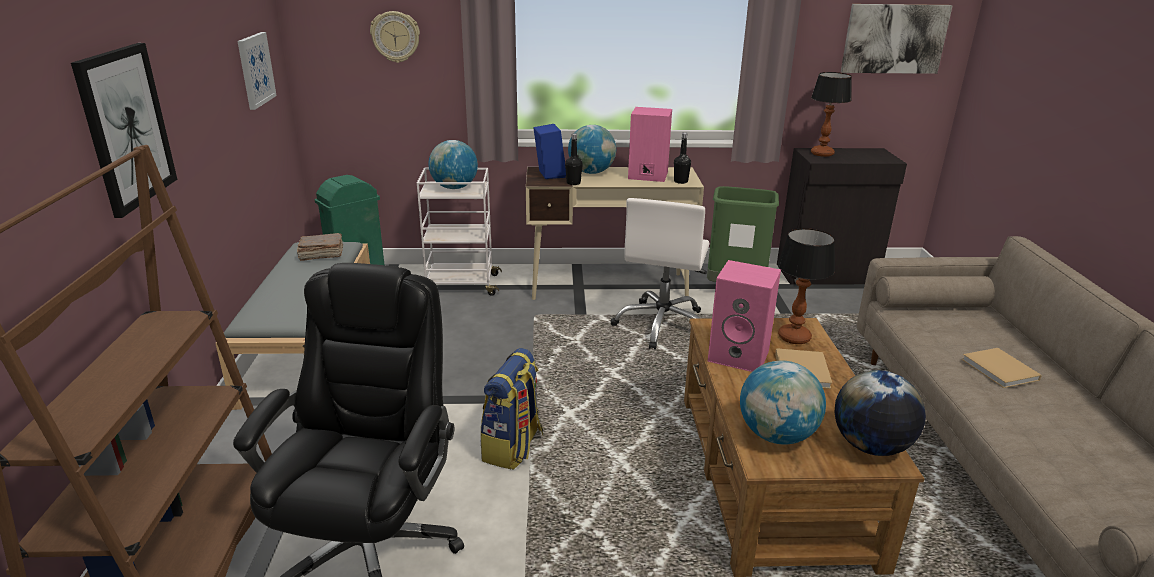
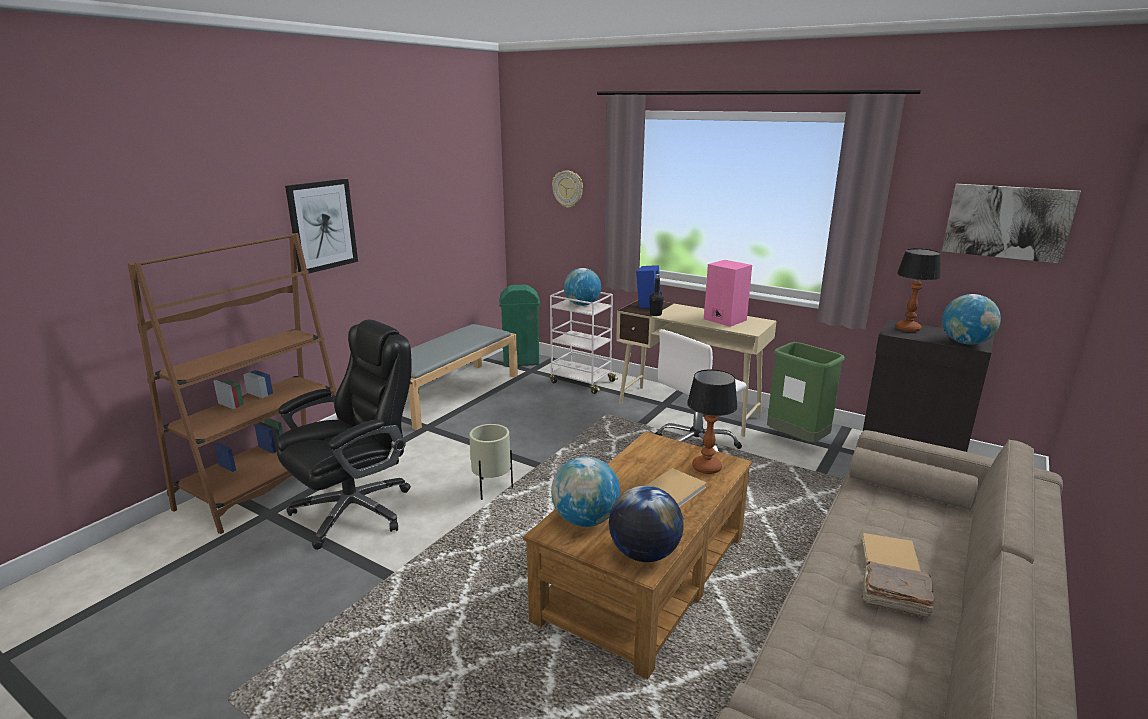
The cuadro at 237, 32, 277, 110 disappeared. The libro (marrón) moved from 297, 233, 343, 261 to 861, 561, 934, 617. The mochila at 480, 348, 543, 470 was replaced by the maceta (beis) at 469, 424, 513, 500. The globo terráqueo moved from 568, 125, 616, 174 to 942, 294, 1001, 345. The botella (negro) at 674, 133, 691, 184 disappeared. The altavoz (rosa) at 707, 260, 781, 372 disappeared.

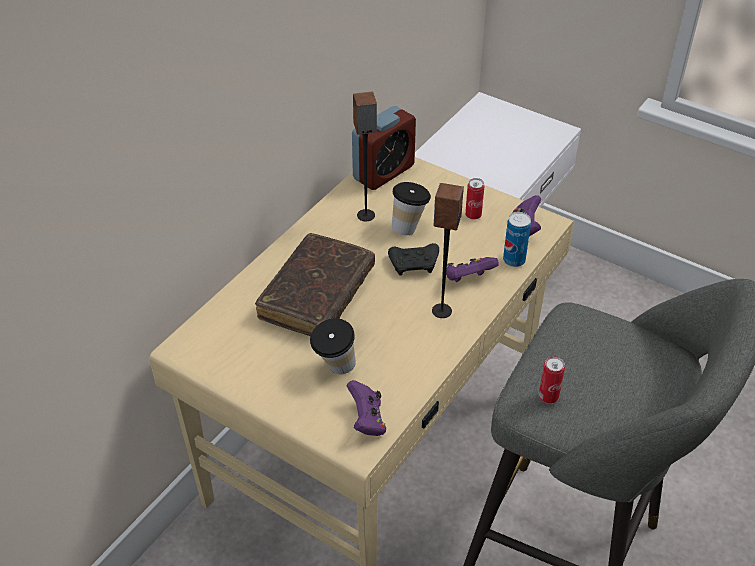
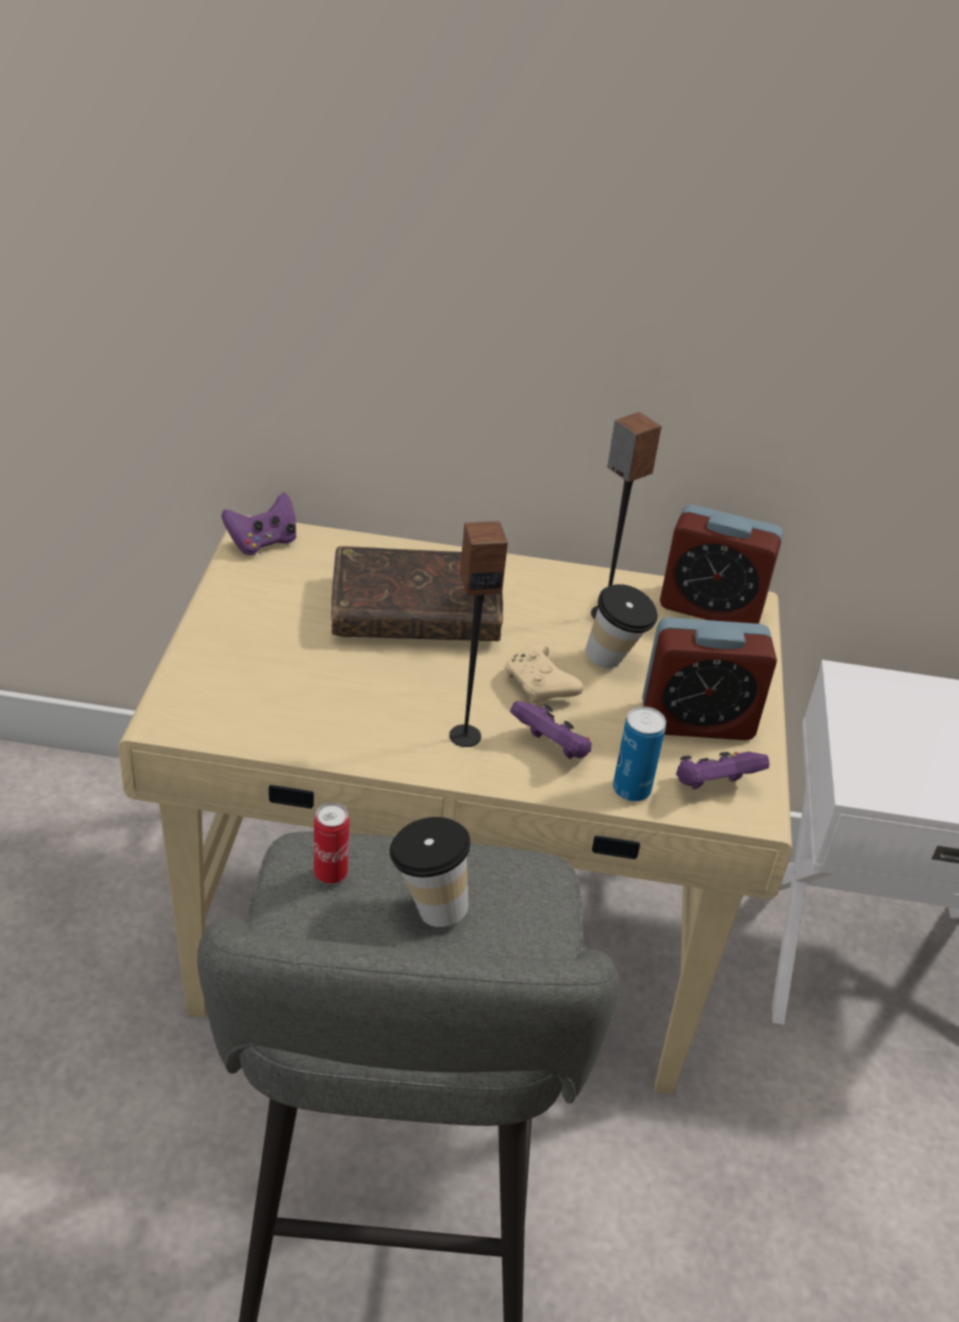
The taza moved from 310, 318, 356, 374 to 390, 817, 470, 927. The mando de consola (morado) moved from 347, 380, 386, 436 to 221, 492, 297, 555. The mando de consola (negro) at 388, 243, 439, 276 became the mando de consola (beis) at 505, 644, 584, 703. The lata at 465, 178, 484, 220 was replaced by the despertador at 642, 617, 777, 740.

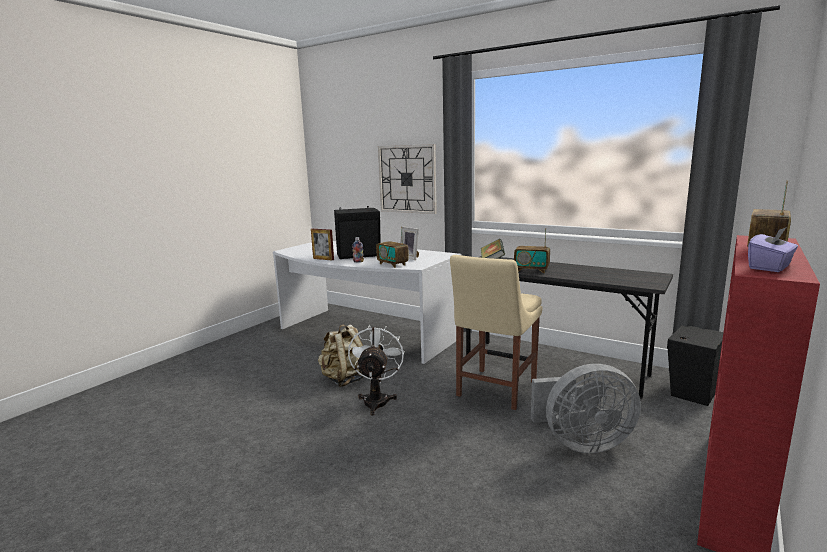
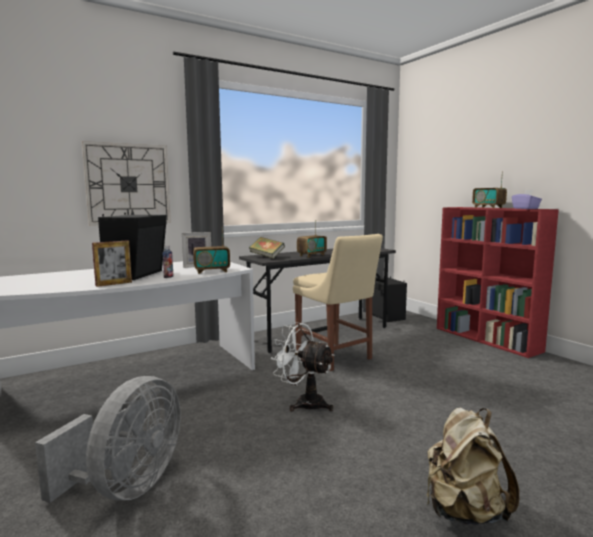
The mochila (beis) moved from 318, 324, 363, 387 to 427, 408, 519, 525. The ventilador (gris) moved from 531, 364, 641, 453 to 35, 376, 181, 503.

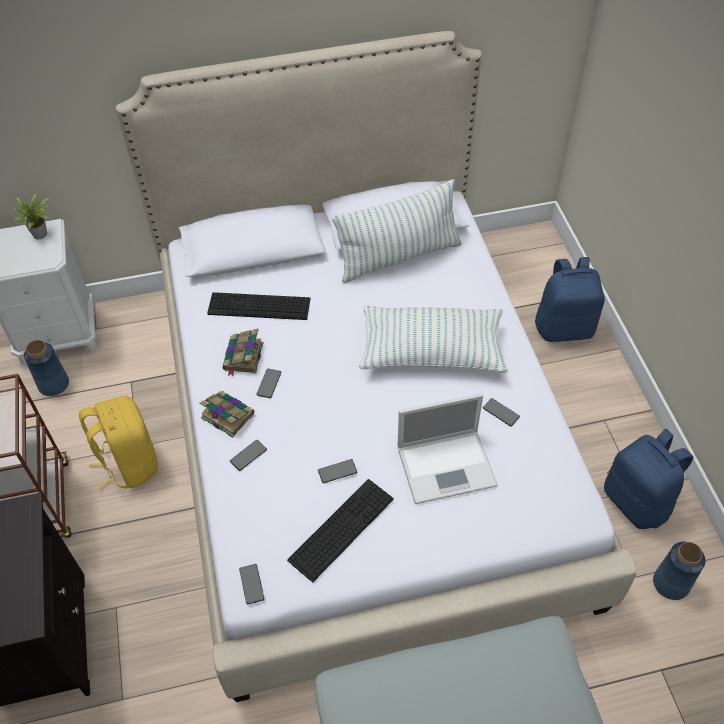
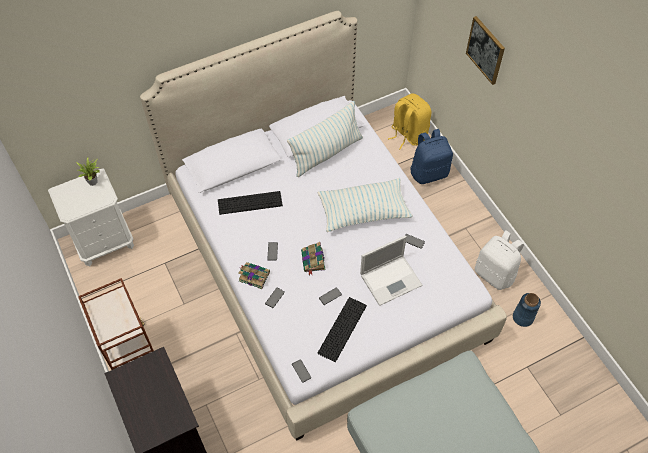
The florero (azul) at 24, 340, 69, 396 disappeared. The mochila (amarillo) moved from 79, 396, 158, 490 to 388, 93, 431, 149. The libro moved from 223, 329, 263, 376 to 301, 242, 325, 275. The mochila (azul) at 604, 429, 693, 529 became the mochila (blanco) at 475, 230, 524, 290. The cuadro at 466, 16, 505, 85 appeared.

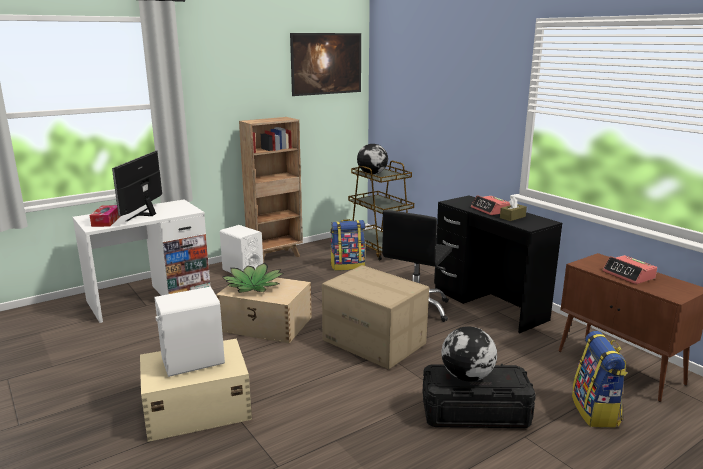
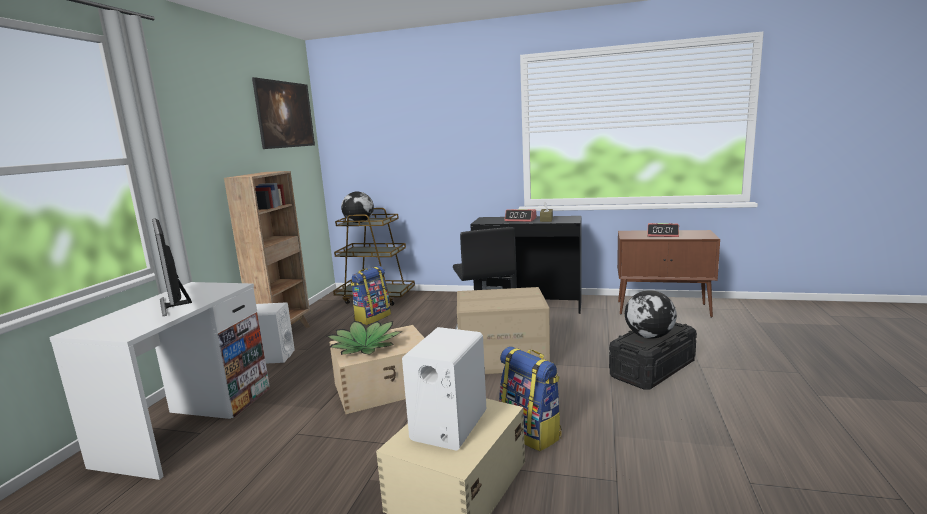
The caja de pañuelos at 90, 205, 121, 227 disappeared. The mochila moved from 572, 331, 627, 428 to 499, 346, 562, 451.

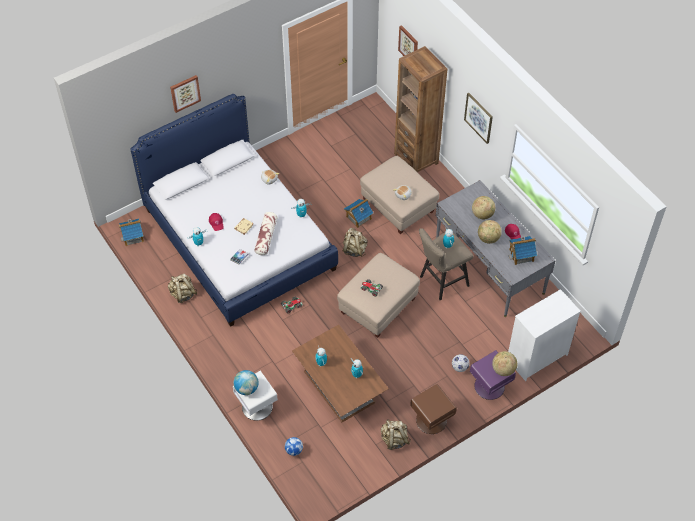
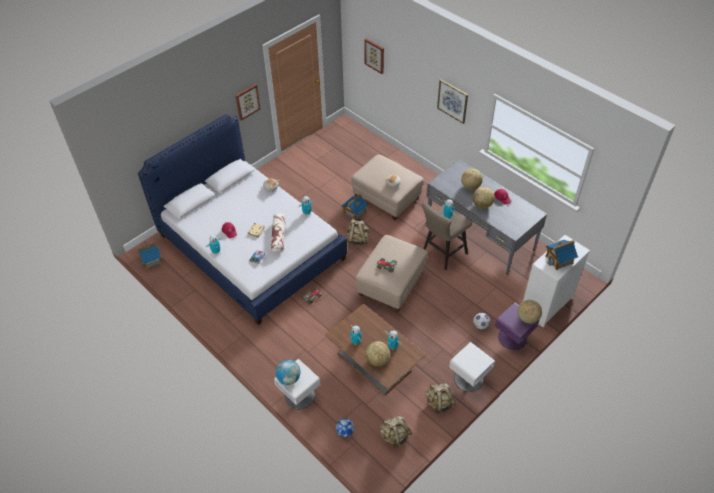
The mochila (beis) moved from 168, 274, 197, 303 to 379, 416, 412, 448. The cuadro moved from 170, 75, 201, 113 to 235, 84, 261, 121. The estantería (marrón) at 394, 46, 447, 172 disappeared. The mesita de noche (marrón) at 410, 384, 457, 434 became the mesita de noche (blanco) at 449, 342, 495, 392. The casita moved from 508, 236, 537, 265 to 545, 240, 578, 270. The globo terráqueo at 365, 341, 390, 366 appeared.

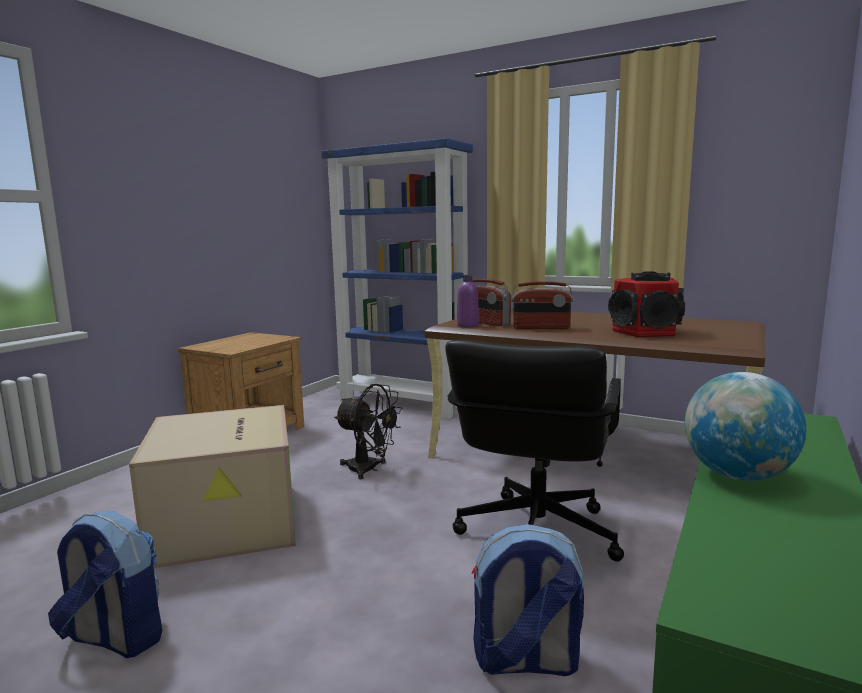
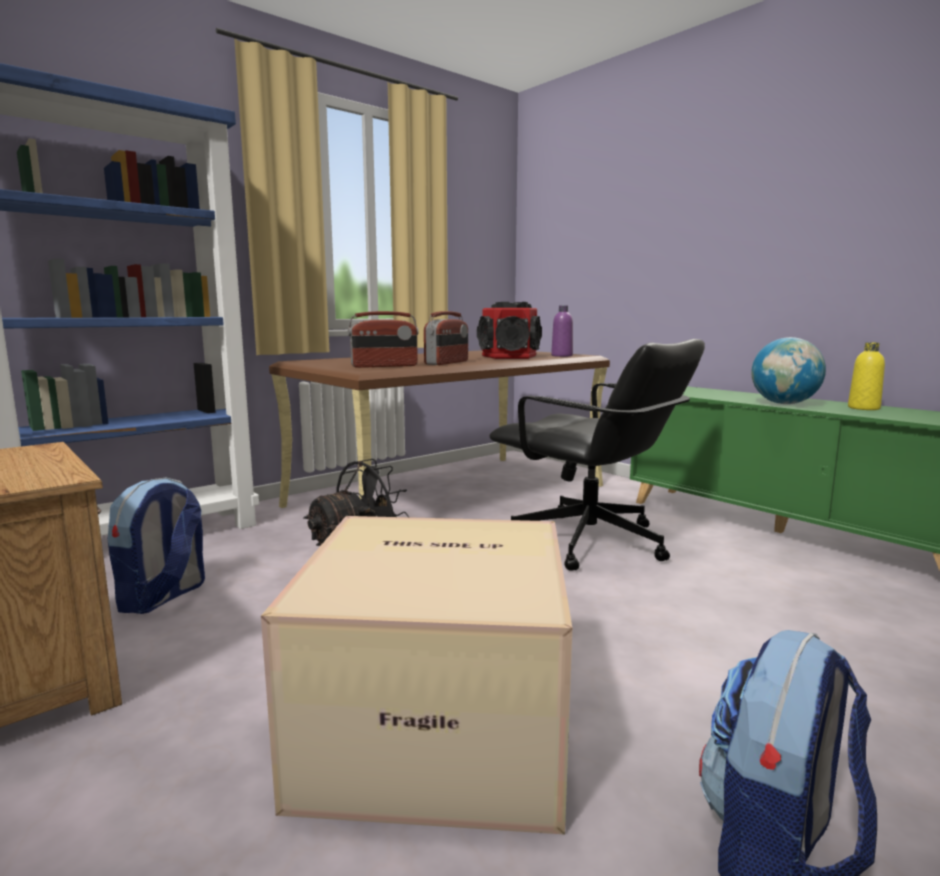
The botella (morado) moved from 457, 275, 479, 328 to 551, 305, 573, 357. The mochila moved from 471, 524, 584, 676 to 107, 478, 205, 614. The botella (amarillo) at 848, 342, 885, 410 appeared.

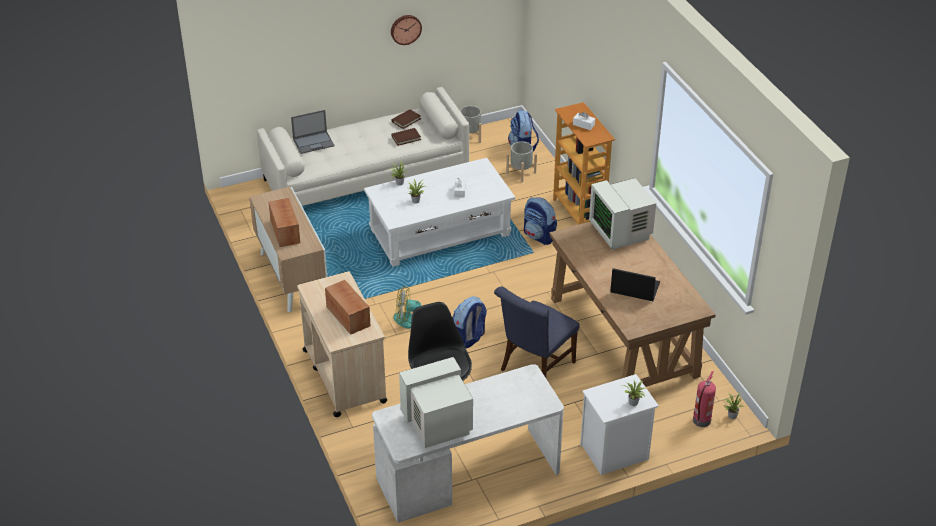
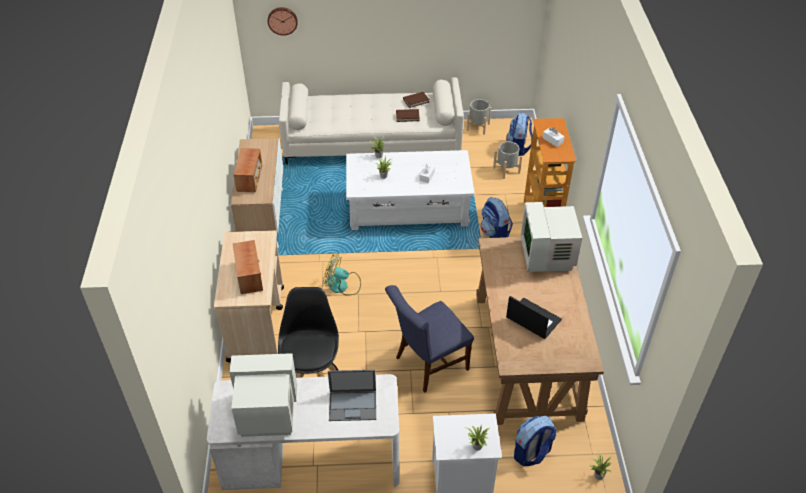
The portátil moved from 291, 110, 335, 154 to 328, 370, 376, 421. The reloj de pared moved from 391, 15, 422, 45 to 268, 7, 298, 36. The mochila moved from 452, 296, 487, 349 to 514, 416, 556, 466. The extintor at 693, 371, 716, 427 disappeared.

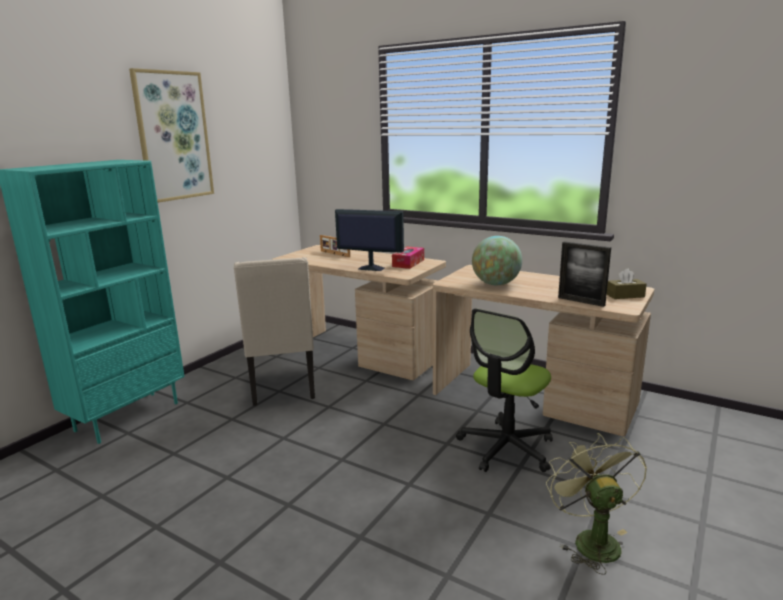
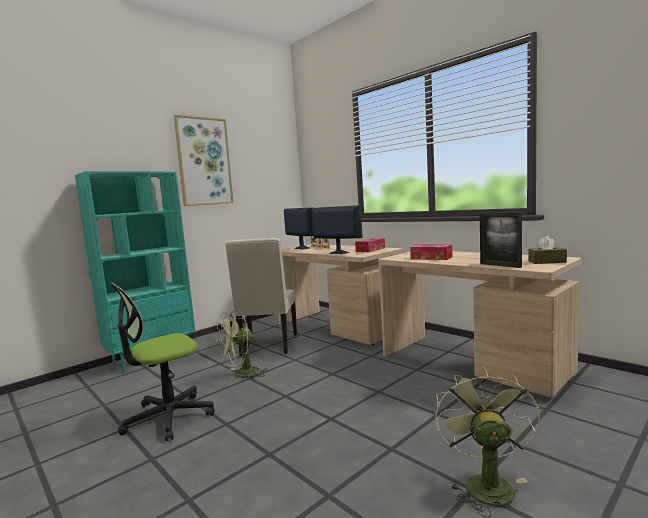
The silla de oficina moved from 456, 309, 553, 472 to 111, 282, 215, 441. The globo terráqueo at 472, 236, 522, 285 was replaced by the caja de pañuelos at 410, 245, 452, 260. The ventilador (verde) at 216, 309, 269, 381 appeared. The monitor at 284, 207, 314, 249 appeared.

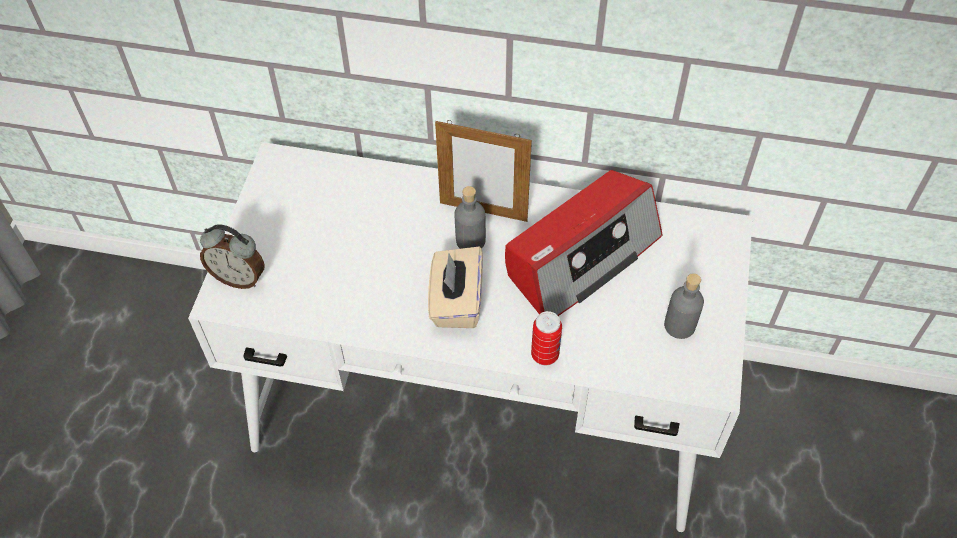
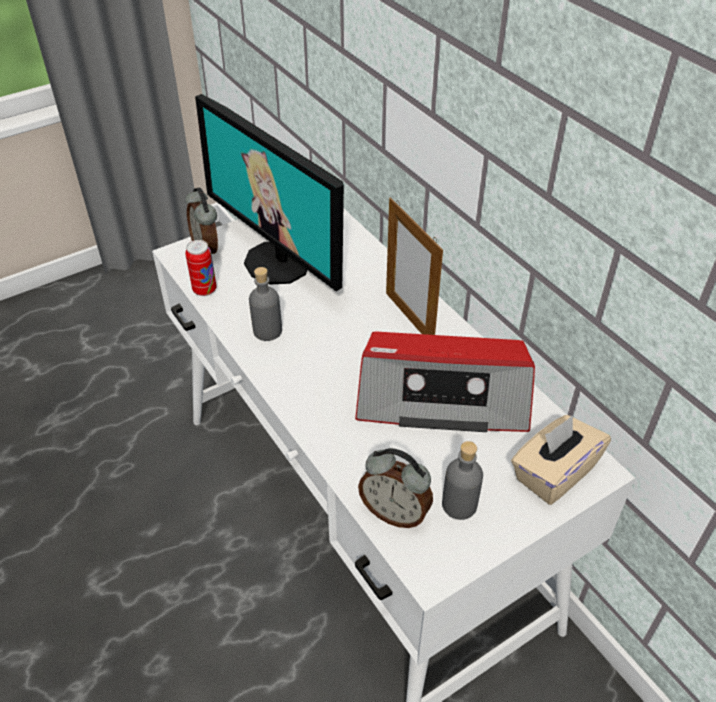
The caja de pañuelos (beis) moved from 428, 247, 483, 328 to 511, 415, 611, 505. The botella (gris) moved from 455, 186, 486, 249 to 249, 267, 282, 341. The lata moved from 531, 311, 562, 365 to 185, 240, 217, 296. The monitor at 195, 94, 344, 291 appeared. The despertador at 358, 448, 433, 528 appeared.

